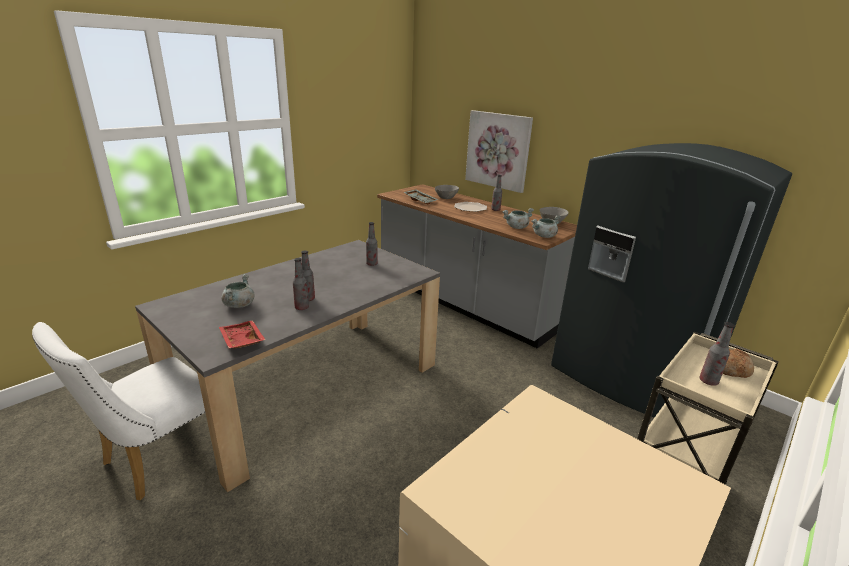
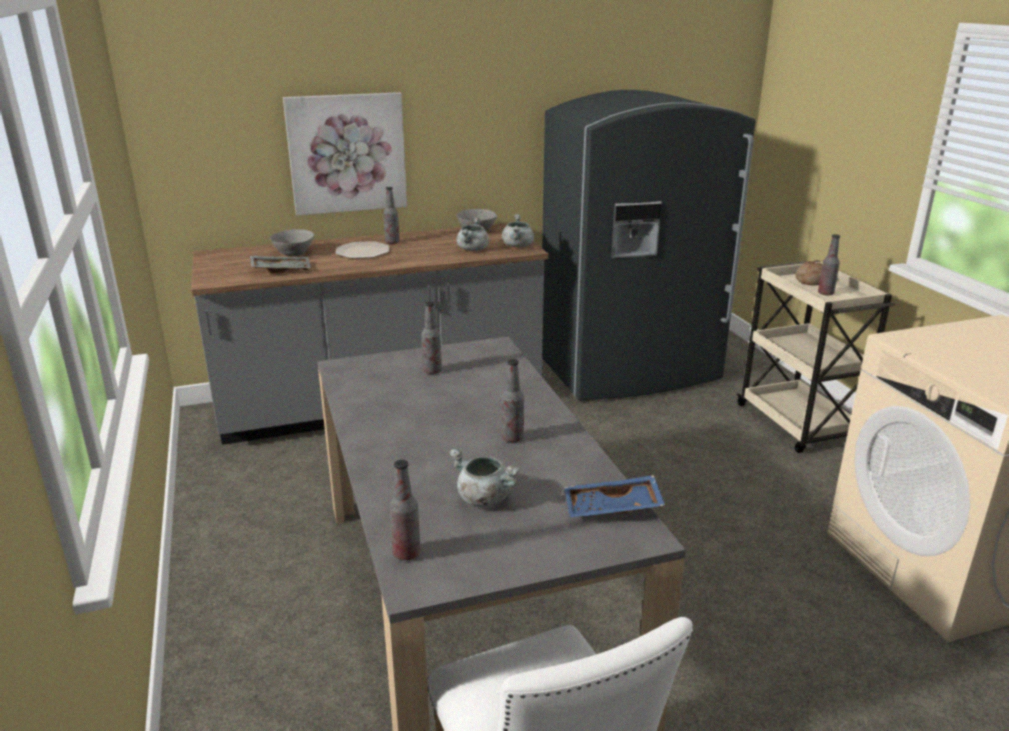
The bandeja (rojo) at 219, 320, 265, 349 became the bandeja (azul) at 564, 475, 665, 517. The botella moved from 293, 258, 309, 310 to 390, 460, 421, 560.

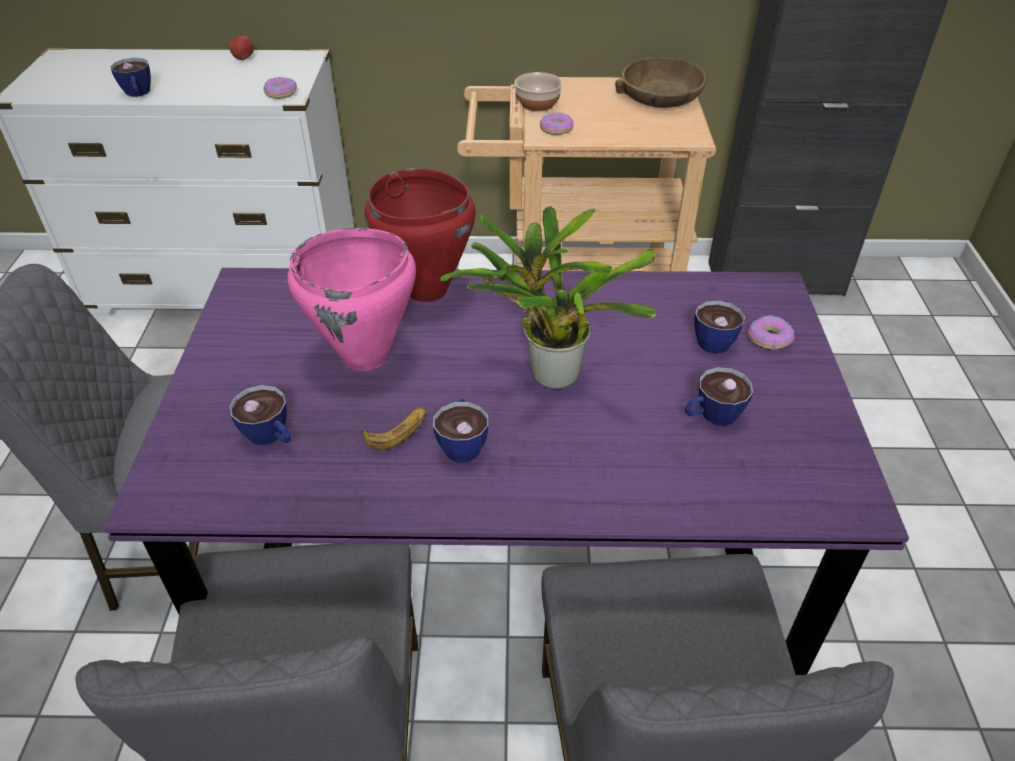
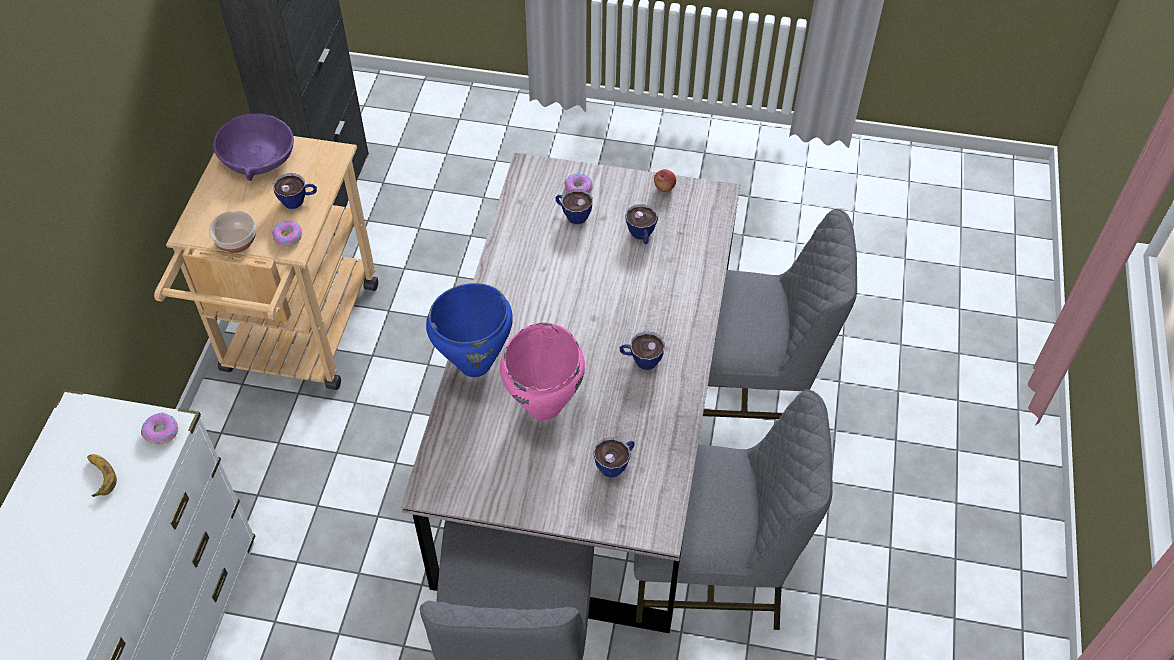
The mesa de comedor (morado) at 104, 268, 909, 675 became the mesa de comedor (gris) at 401, 153, 740, 633. The taza moved from 110, 58, 151, 97 to 273, 173, 317, 209. The manzana moved from 229, 36, 254, 60 to 654, 169, 676, 192. The plátano moved from 362, 407, 426, 450 to 87, 454, 117, 497. The olla (rojo) at 365, 168, 476, 302 became the olla (azul) at 426, 283, 513, 377. The planta en maceta at 439, 205, 657, 389 disappeared. The cuenco (marrón) at 615, 57, 707, 108 became the cuenco (morado) at 213, 113, 294, 181.

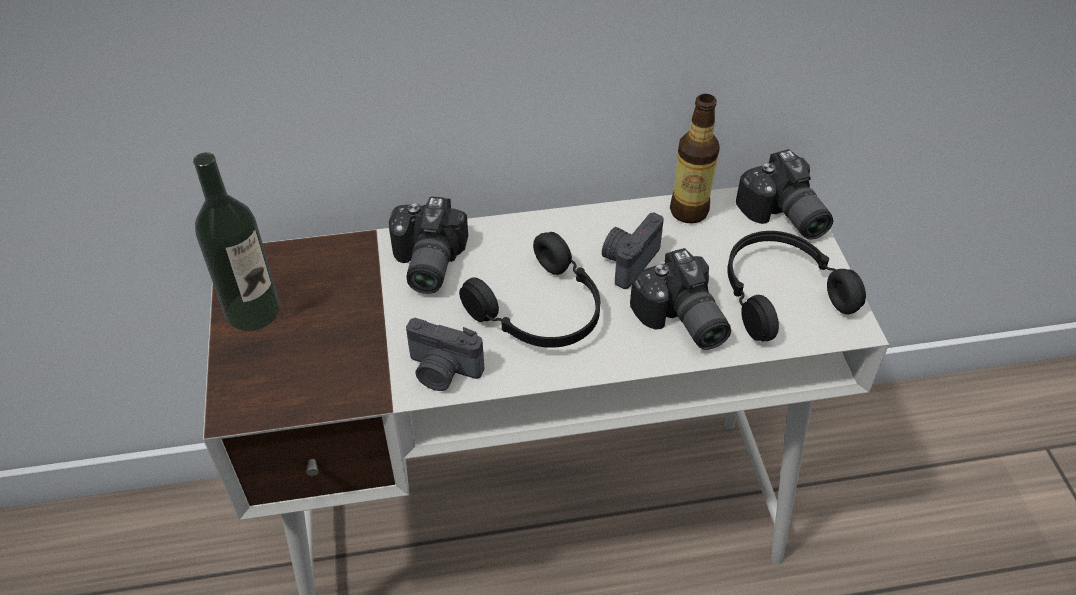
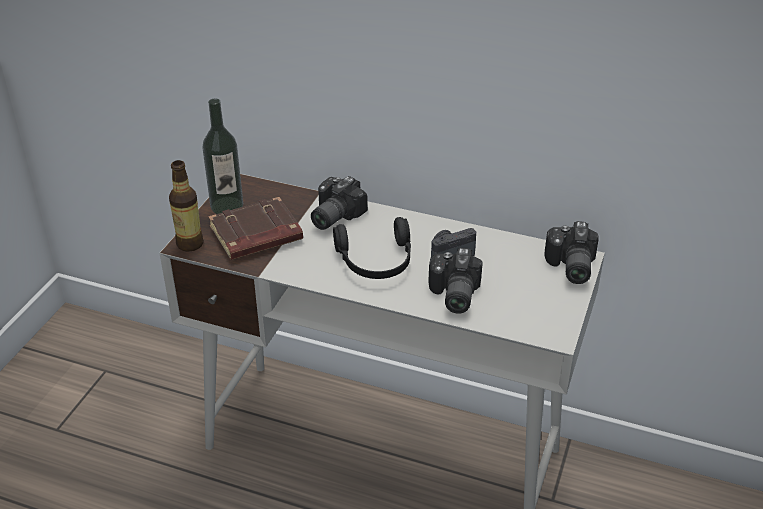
The cámara at 406, 318, 484, 391 disappeared. The botella moved from 670, 94, 720, 224 to 169, 160, 204, 252. The auriculares (negro) at 727, 231, 866, 341 disappeared. The libro (marrón) at 208, 197, 303, 260 appeared.

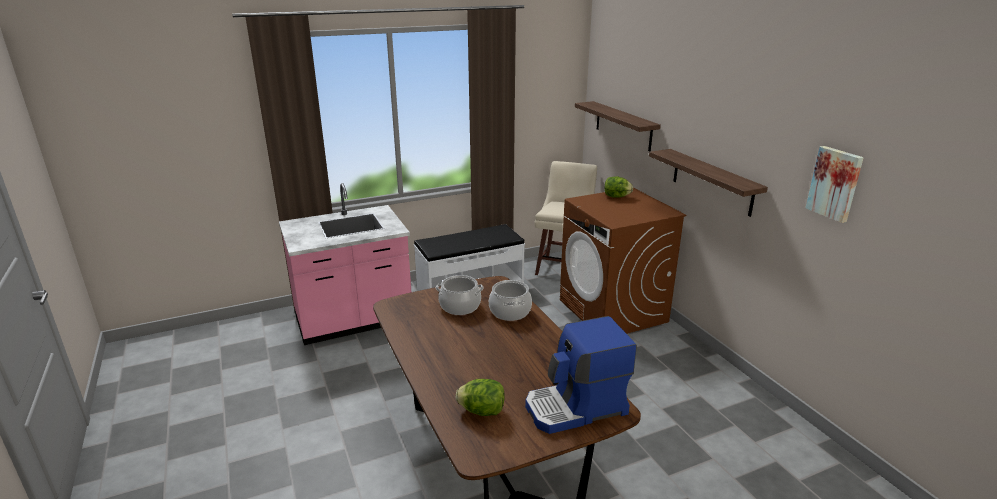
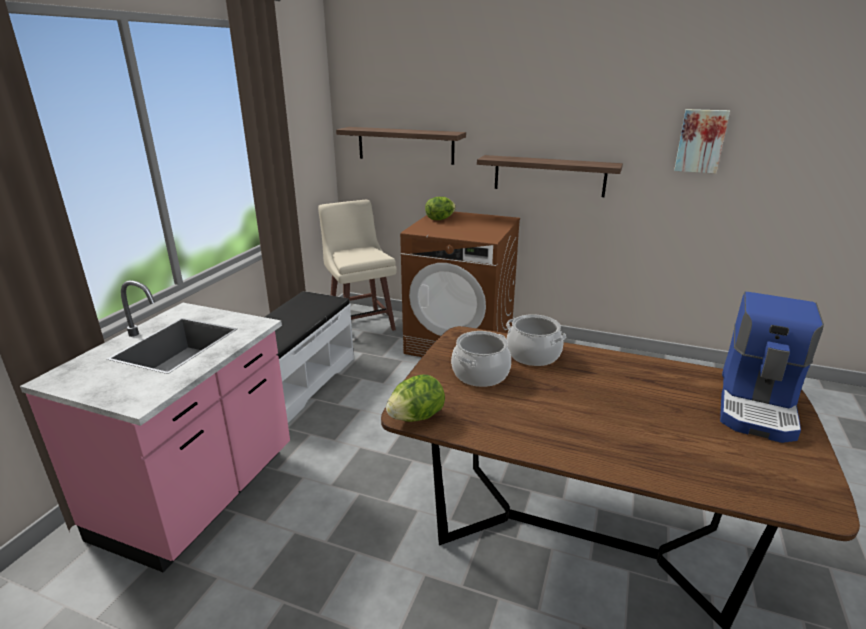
The lechuga moved from 456, 379, 505, 416 to 386, 375, 445, 422.

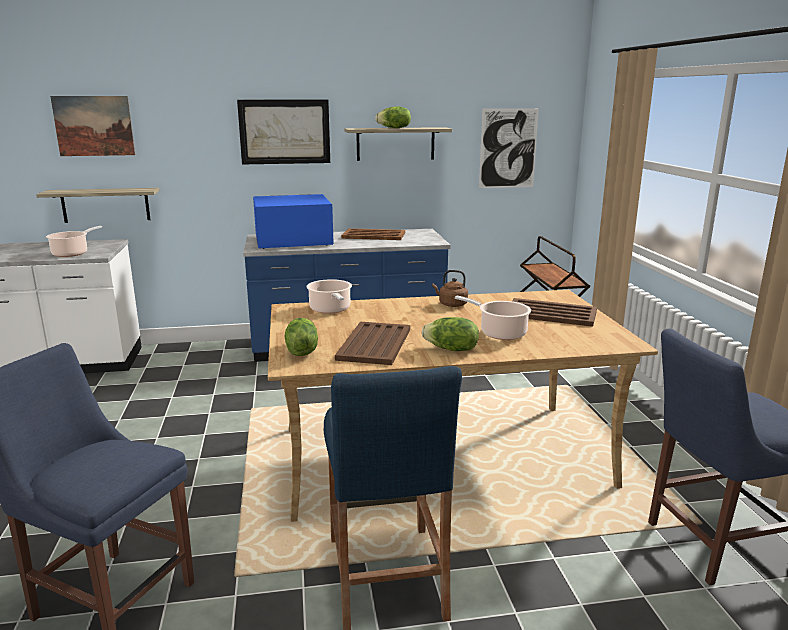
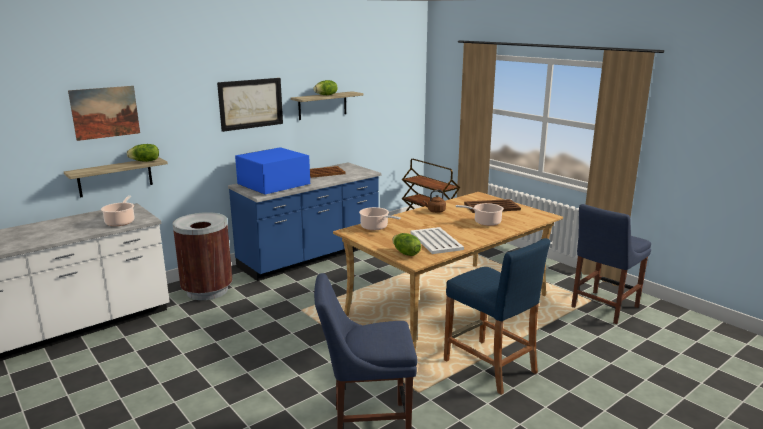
The bandeja (marrón) at 335, 322, 410, 365 became the bandeja (blanco) at 410, 227, 464, 254. The lechuga moved from 422, 317, 479, 351 to 127, 144, 159, 162. The cuadro at 479, 108, 539, 188 disappeared. The papelera (marrón) at 173, 212, 233, 300 appeared.

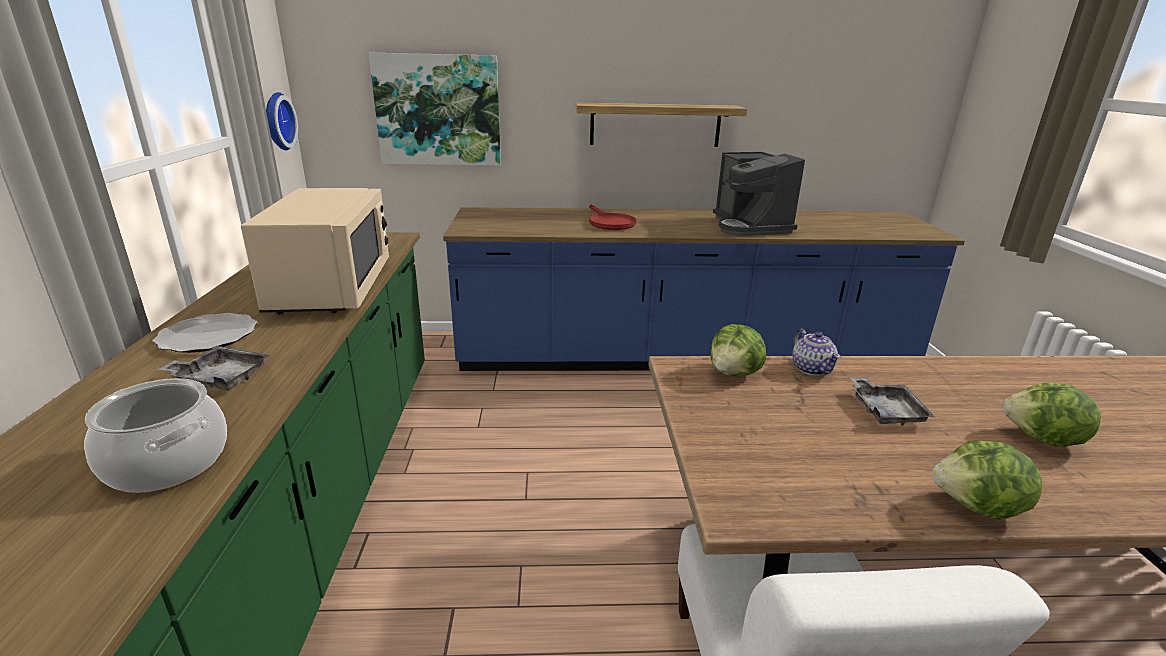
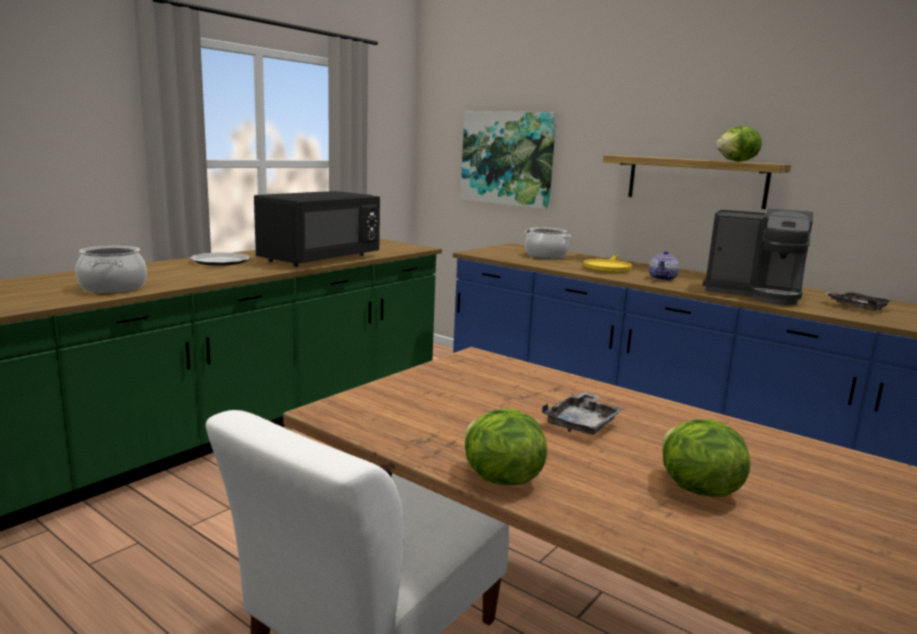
The bandeja (gris) moved from 158, 346, 270, 391 to 825, 291, 893, 311. The microondas (beis) at 241, 188, 389, 315 became the microondas (negro) at 254, 191, 380, 267. The reloj de pared at 266, 92, 298, 150 disappeared. The sartén (rojo) at 589, 205, 636, 230 became the sartén (amarillo) at 583, 254, 632, 273. The lechuga moved from 710, 324, 766, 377 to 716, 126, 762, 162. The cafetera at 713, 152, 805, 236 turned 90 degrees counterclockwise. The tetera moved from 793, 329, 841, 376 to 649, 251, 679, 281. The olla at 524, 227, 571, 259 appeared.

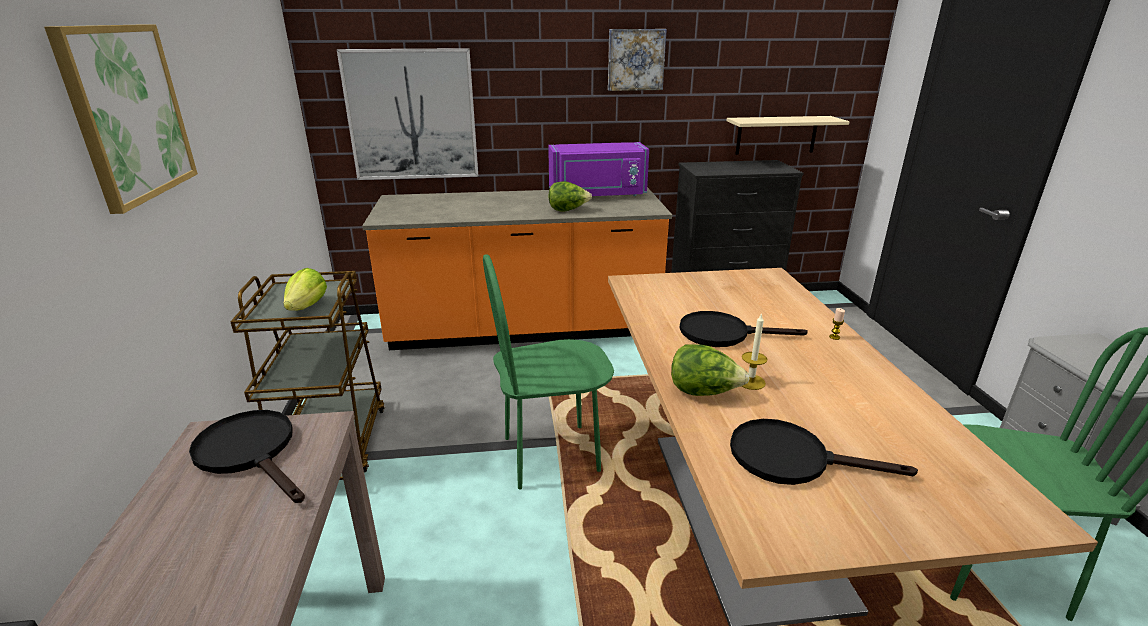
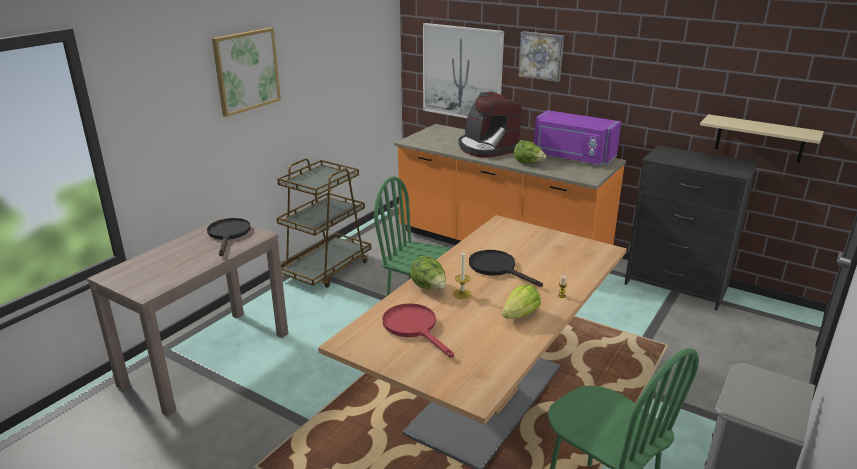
The lechuga moved from 283, 268, 327, 311 to 502, 284, 541, 319. The cuadro moved from 608, 29, 667, 91 to 518, 31, 564, 82. The sartén (negro) at 730, 419, 918, 485 became the sartén (rojo) at 382, 303, 454, 358. The cafetera at 458, 91, 522, 158 appeared.

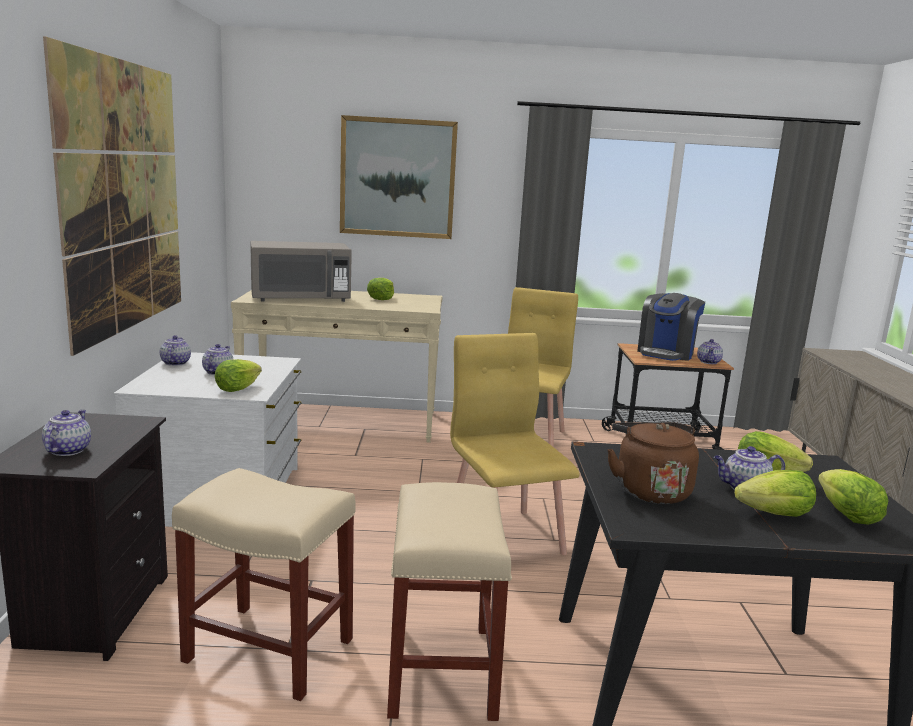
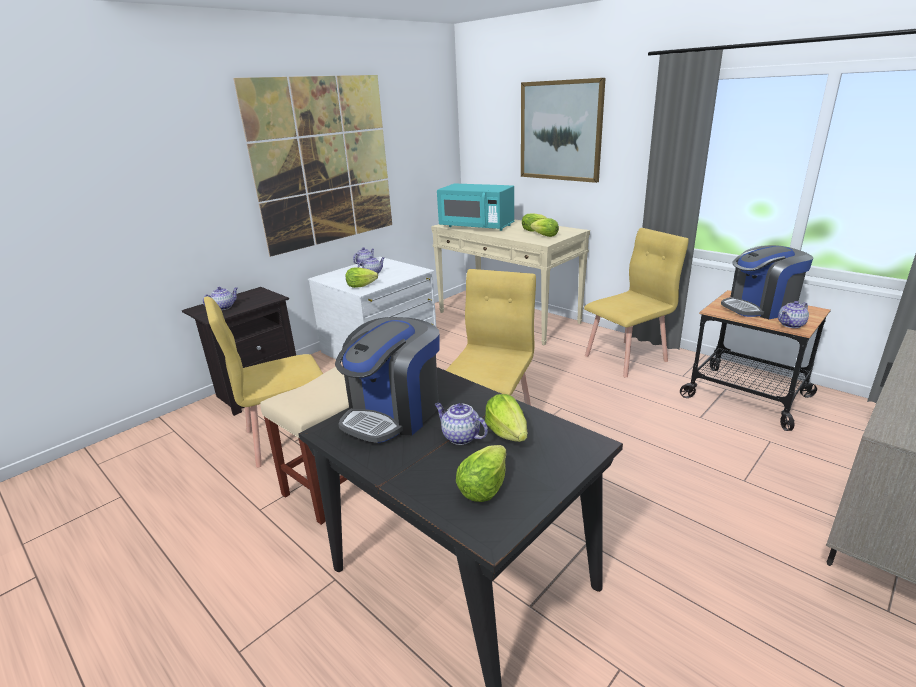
The taburete (beis) at 172, 468, 356, 701 was replaced by the silla (amarillo) at 204, 297, 323, 468. The microondas (gris) at 250, 241, 352, 302 became the microondas (turquesa) at 437, 183, 515, 231. The hervidor (marrón) at 607, 422, 699, 504 was replaced by the cafetera at 335, 317, 440, 443. The lechuga moved from 734, 470, 816, 517 to 531, 218, 559, 237.

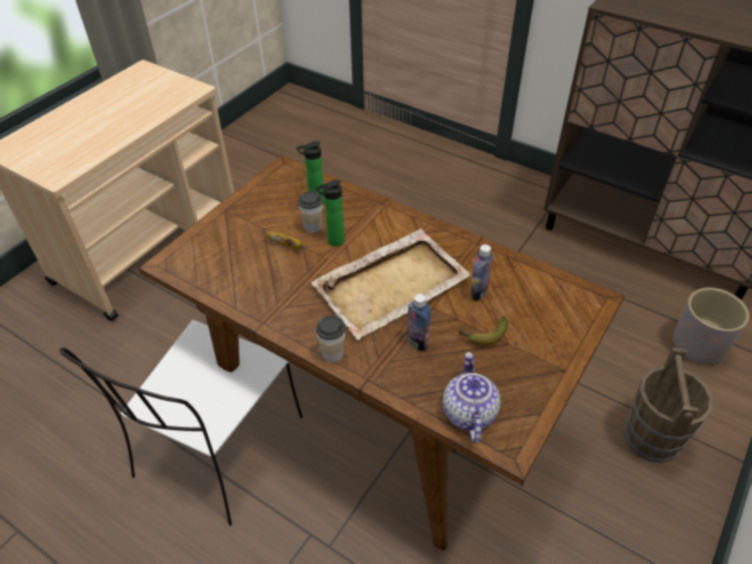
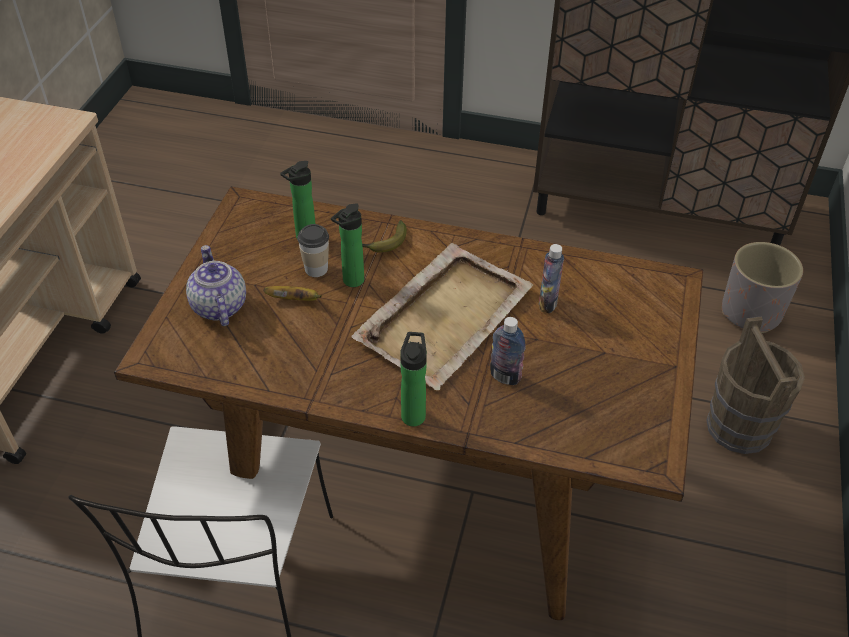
The taza at 316, 315, 346, 362 was replaced by the botella at 400, 332, 427, 426. The tetera moved from 443, 352, 500, 443 to 186, 245, 246, 326. The plátano moved from 458, 316, 508, 345 to 362, 221, 407, 253.

